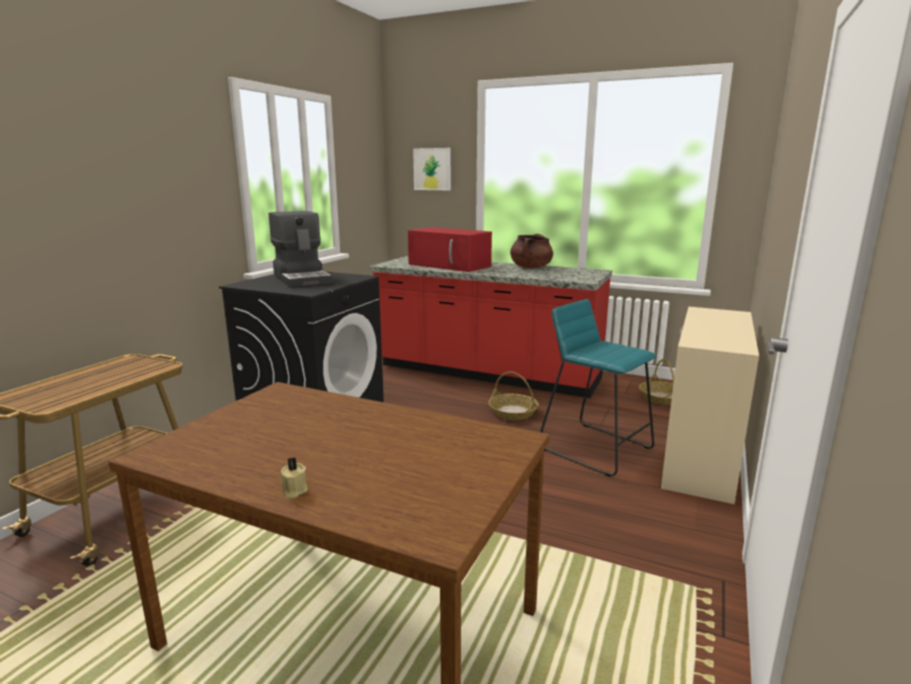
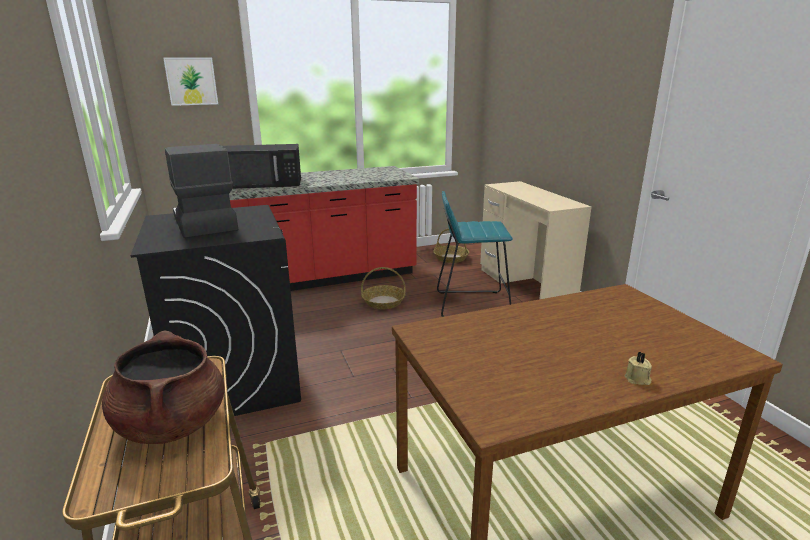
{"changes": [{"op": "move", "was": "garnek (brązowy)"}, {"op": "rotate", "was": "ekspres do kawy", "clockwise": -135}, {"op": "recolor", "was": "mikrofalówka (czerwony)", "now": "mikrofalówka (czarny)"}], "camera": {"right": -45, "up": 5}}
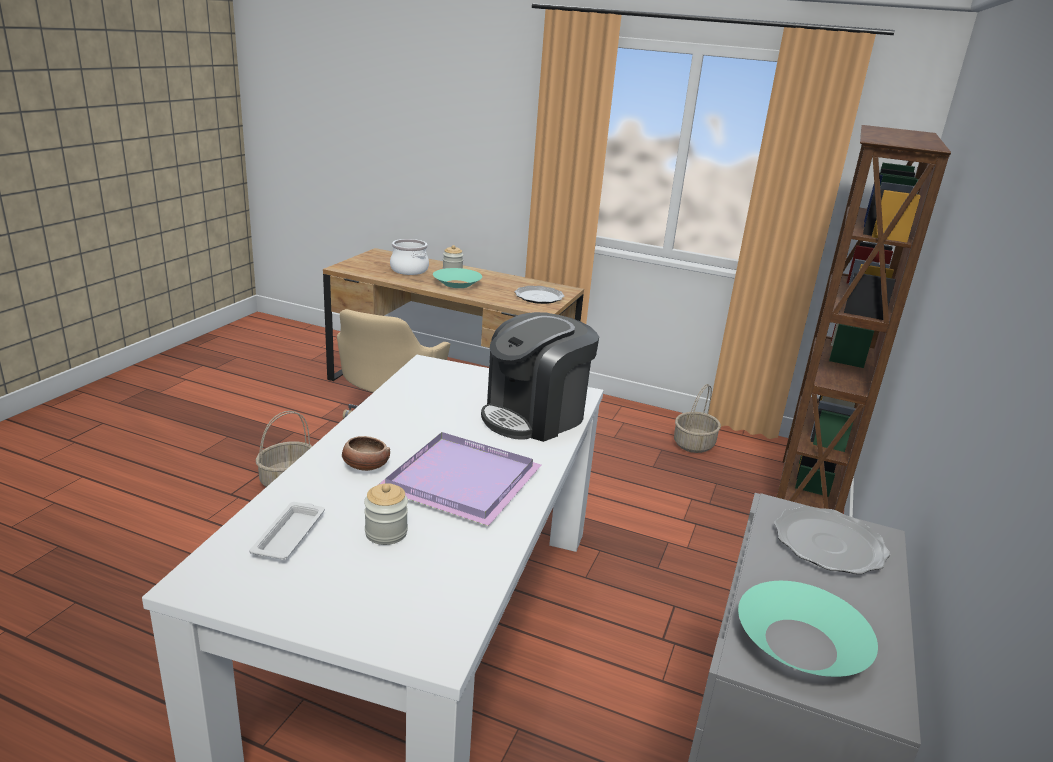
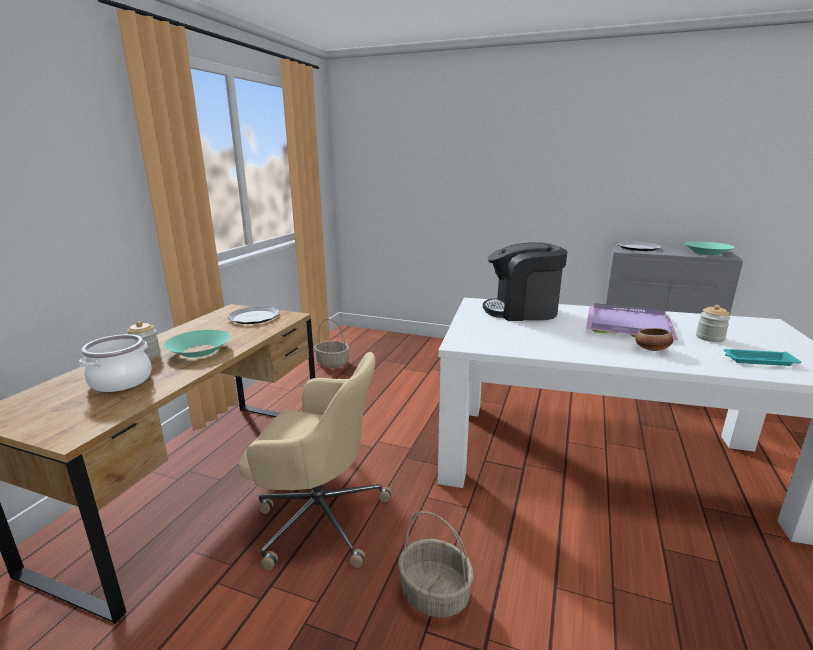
{"changes": [{"op": "rotate", "was": "ekspres do kawy", "clockwise": 135}, {"op": "recolor", "was": "taca (biały)", "now": "taca (turkusowy)"}, {"op": "delete", "was": "regał (brązowy)"}], "camera": {"right": -90, "up": -5}}
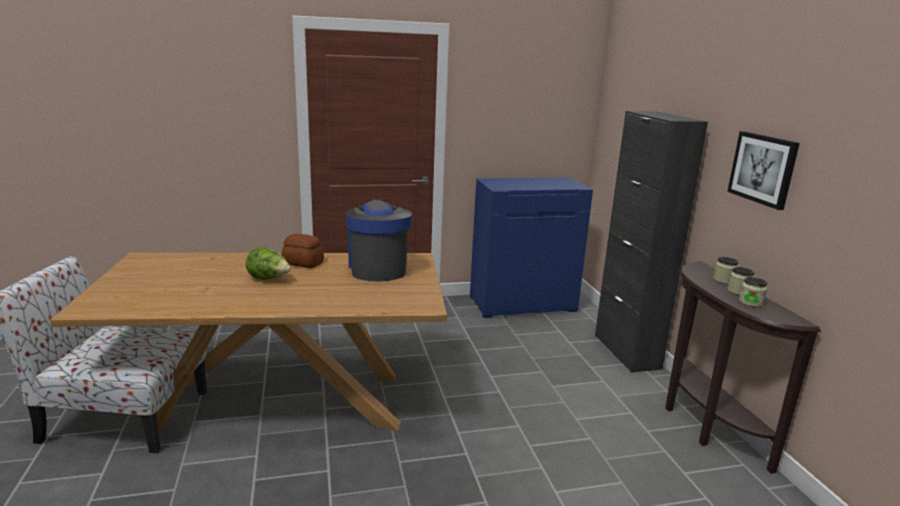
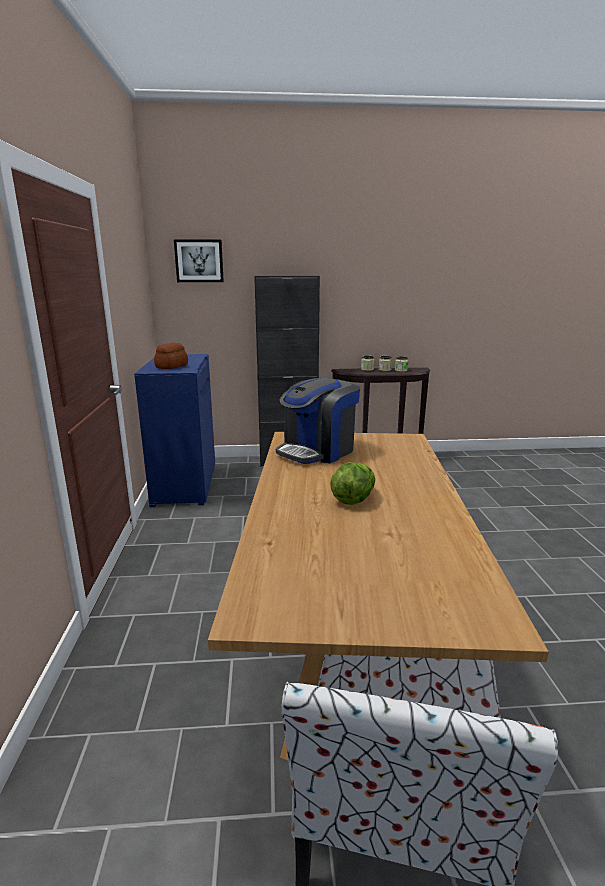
{"changes": [{"op": "move", "was": "chleb"}, {"op": "move", "was": "obraz"}, {"op": "rotate", "was": "ekspres do kawy", "clockwise": -45}], "camera": {"right": -80, "up": 0}}
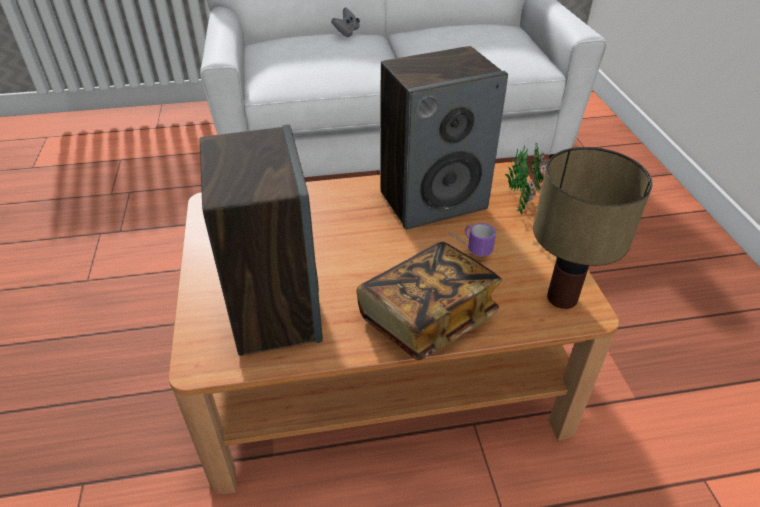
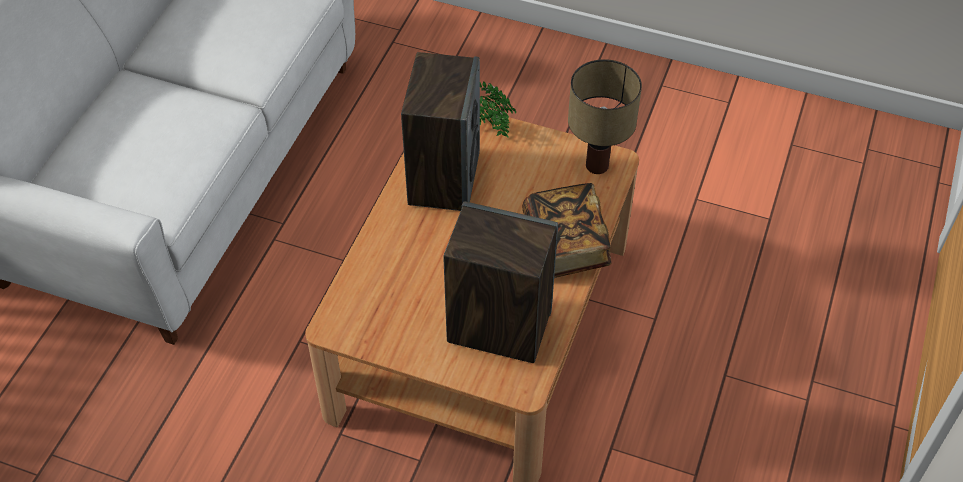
{"changes": [{"op": "delete", "was": "pad do gier (szary)"}, {"op": "delete", "was": "kubek"}], "camera": {"right": -60, "up": 10}}
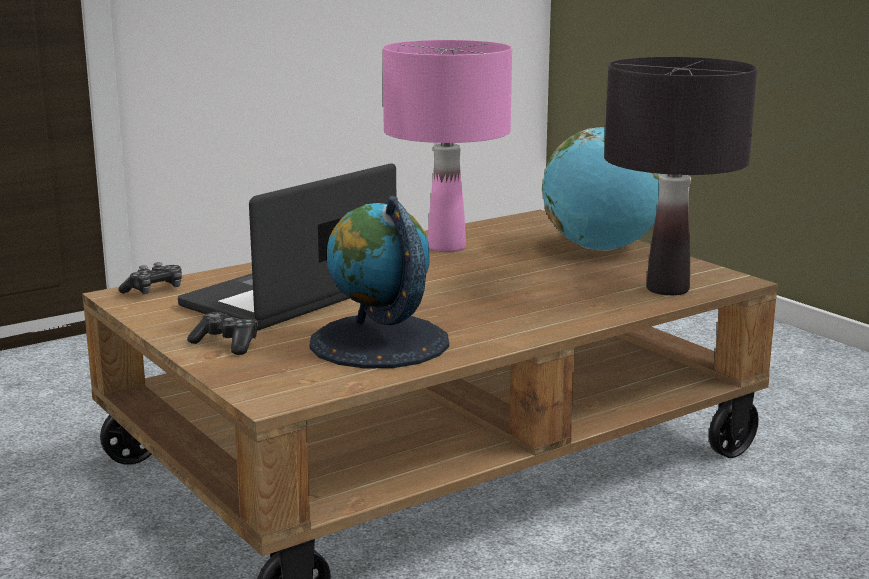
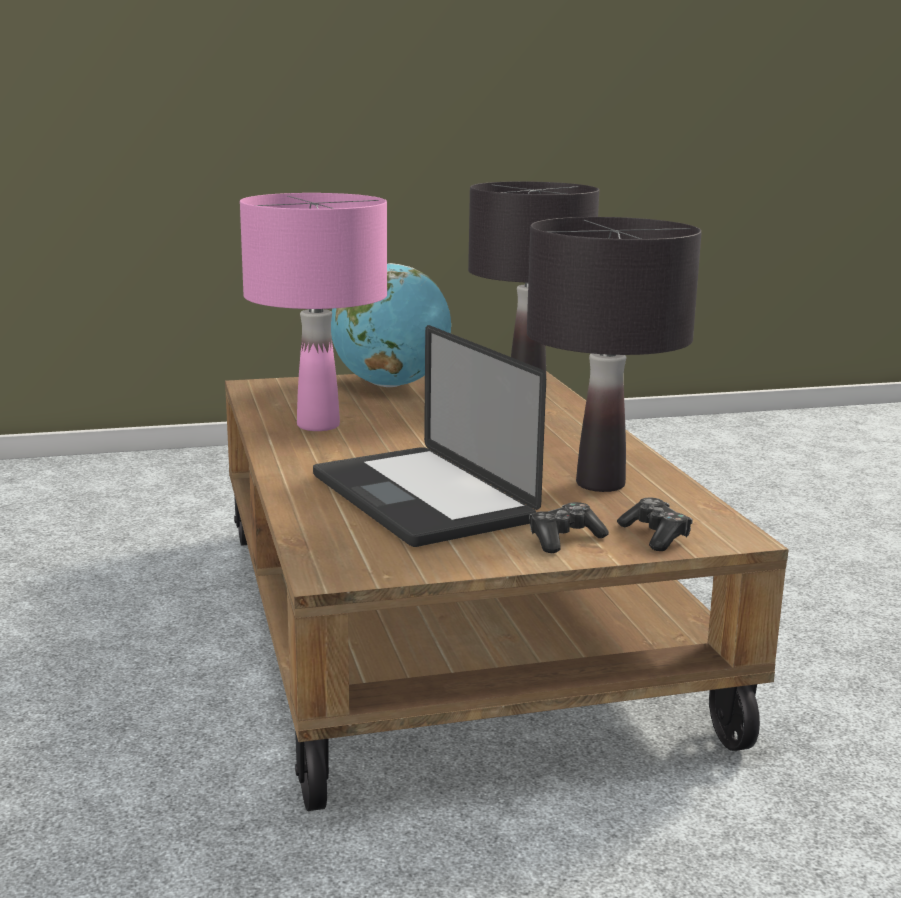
{"changes": [{"op": "replace", "was": "globus (1st from left)", "now": "lampa stołowa (czarny) (2nd from left)"}, {"op": "move", "was": "pad do gier (1st from left in the first image)", "now": "pad do gier (2nd from left)"}], "camera": {"right": -70, "up": 0}}
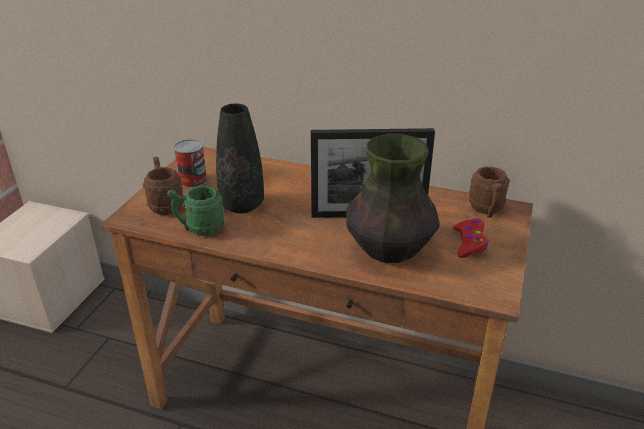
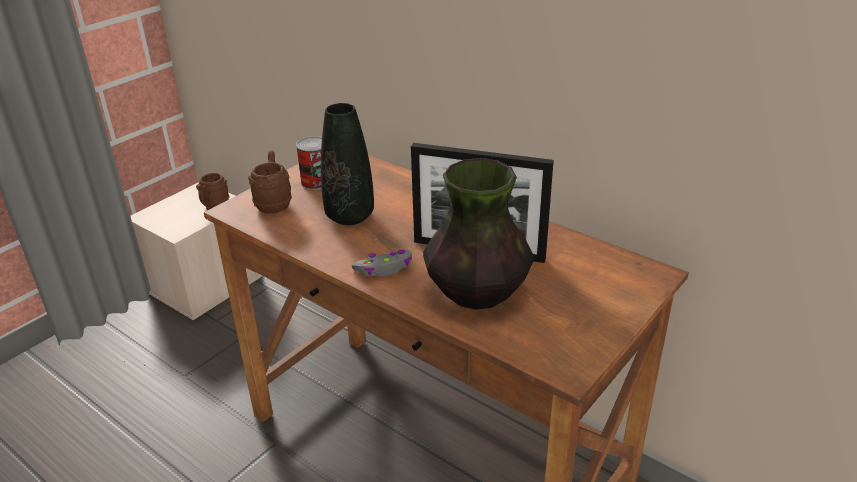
{"changes": [{"op": "move", "was": "kubek (brązowy) (2nd from left in the first image)", "now": "kubek (brązowy) (1st from left)"}, {"op": "insert", "now": "pad do gier (szary)"}, {"op": "delete", "was": "kubek (zielony)"}, {"op": "delete", "was": "pad do gier (czerwony)"}], "camera": {"right": 20, "up": 0}}
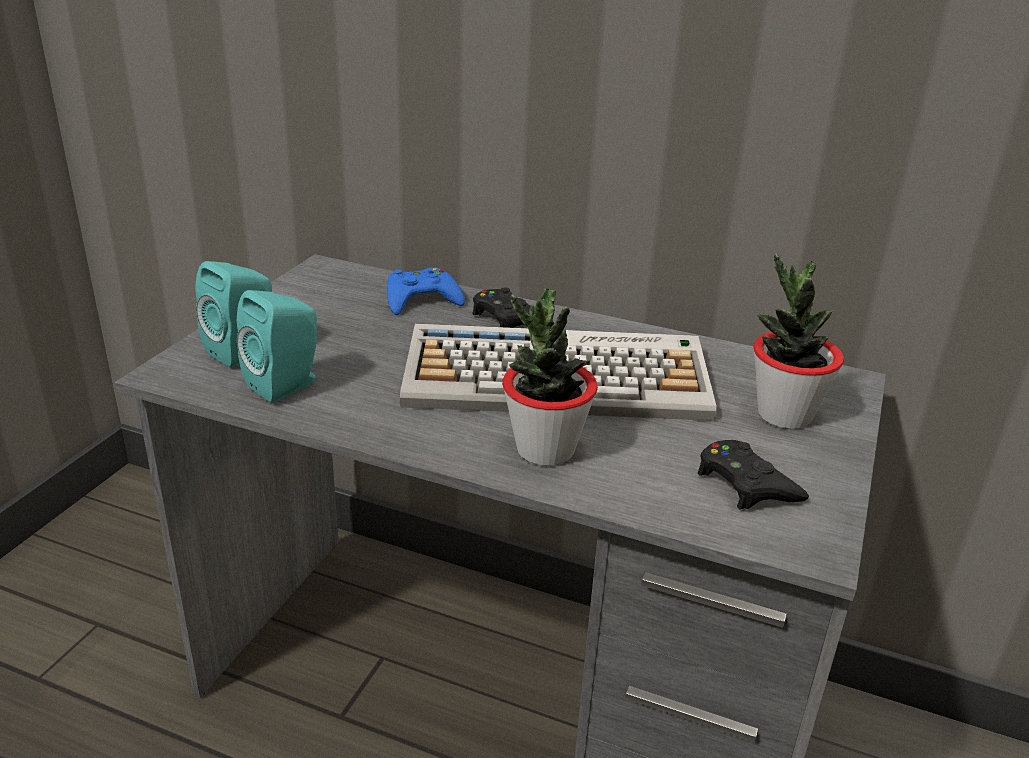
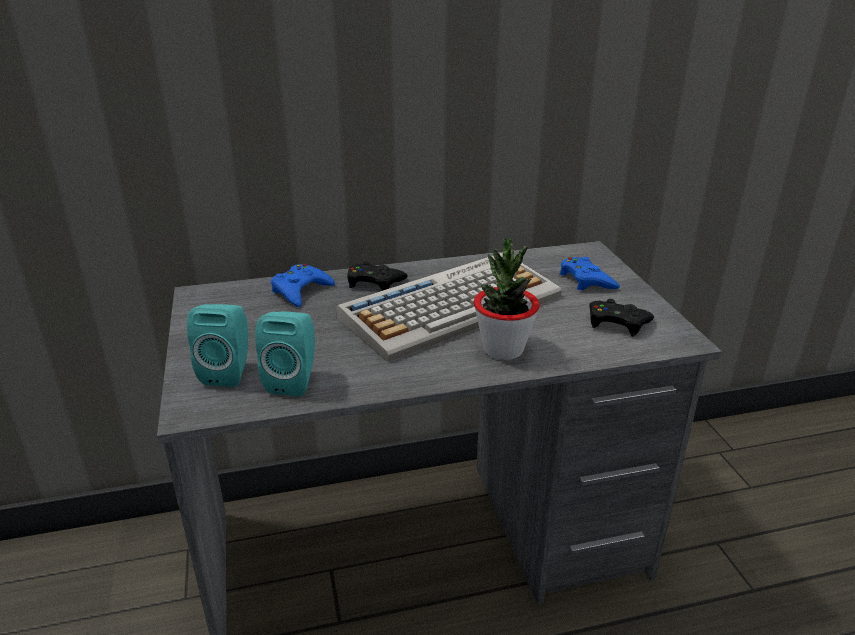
{"changes": [{"op": "replace", "was": "roślina doniczkowa (2nd from left)", "now": "pad do gier (niebieski) (2nd from left)"}], "camera": {"right": -35, "up": 0}}
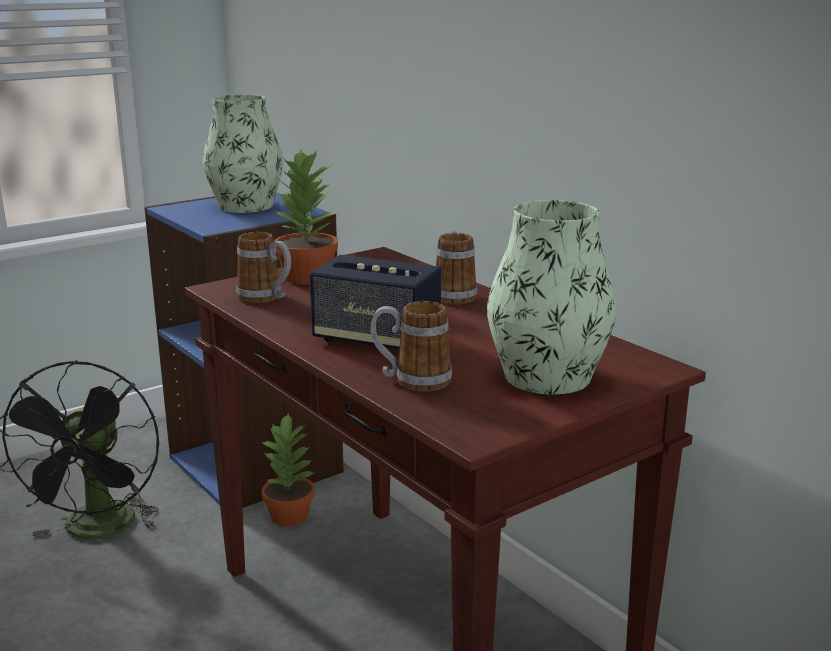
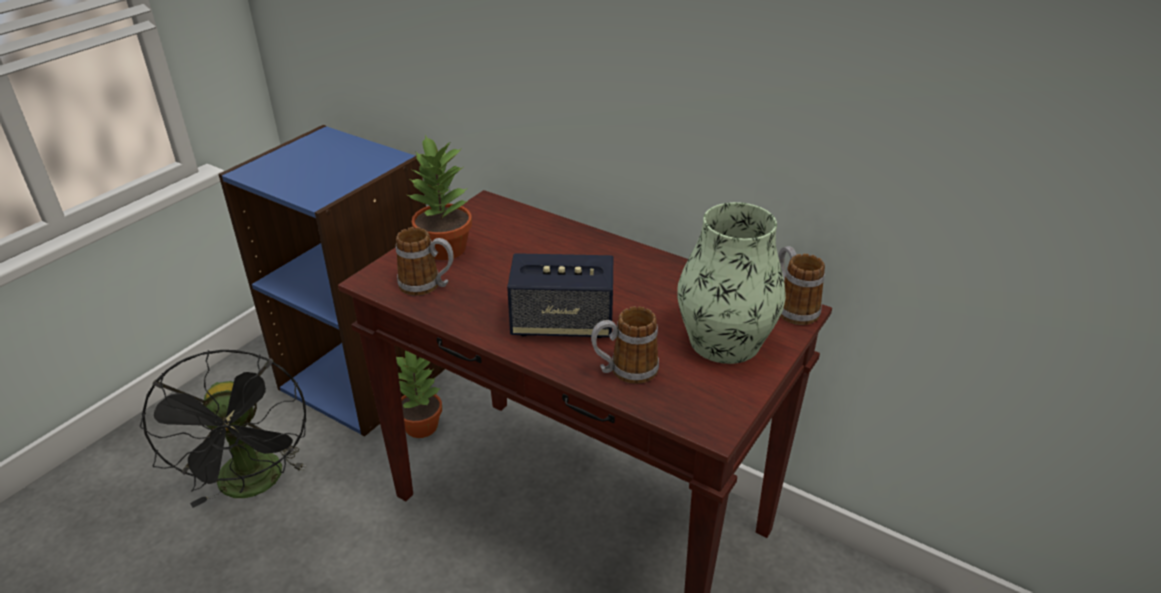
{"changes": [{"op": "move", "was": "kubek (3rd from left)"}, {"op": "delete", "was": "wazon (1st from left)"}], "camera": {"right": -20, "up": 15}}
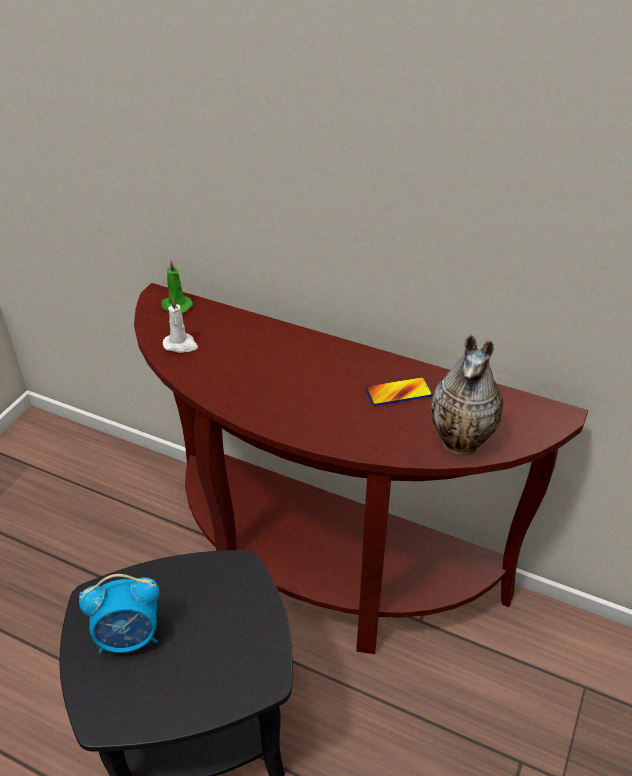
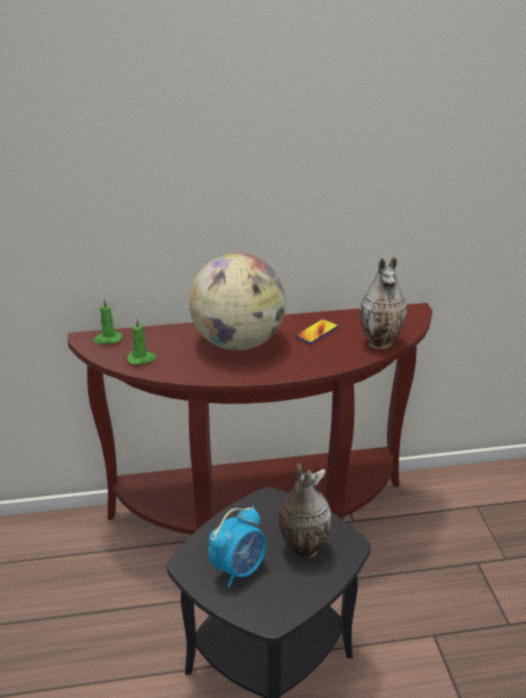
{"changes": [{"op": "recolor", "was": "świeca (biały)", "now": "świeca (zielony) (2nd from left)"}, {"op": "insert", "now": "globus"}, {"op": "insert", "now": "wazon (1st from left)"}], "camera": {"right": -35, "up": -10}}
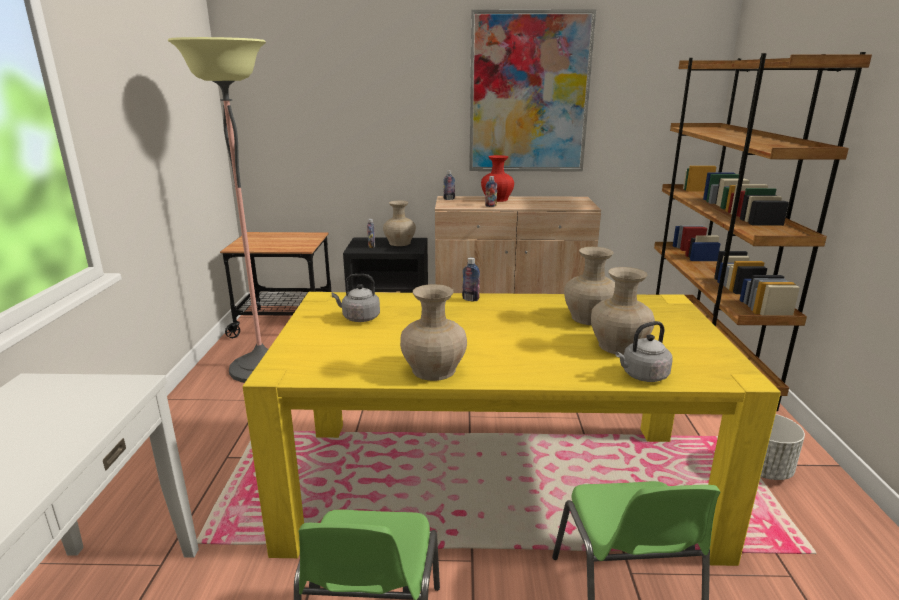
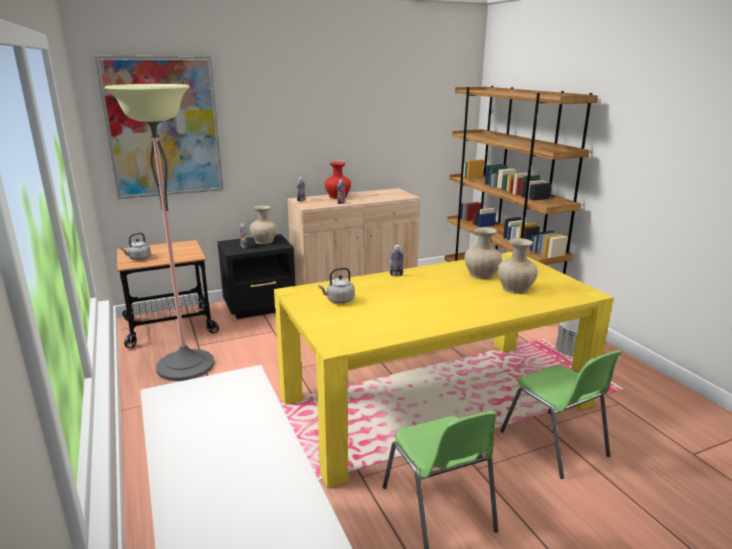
{"changes": [{"op": "move", "was": "obraz"}, {"op": "move", "was": "czajnik (szary) (2nd from left in the first image)", "now": "czajnik (szary) (1st from left)"}, {"op": "delete", "was": "wazon (beżowy) (2nd from left)"}], "camera": {"right": -25, "up": 0}}
